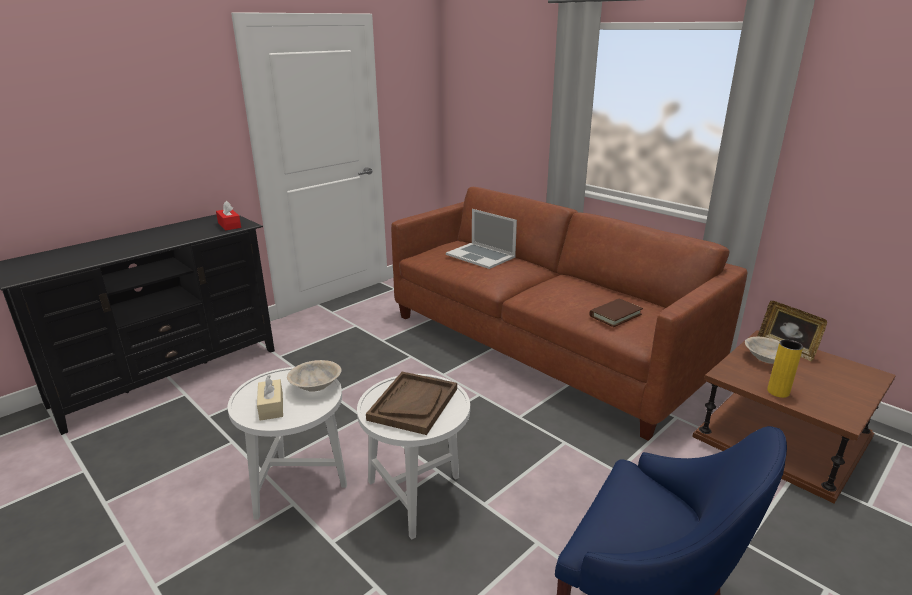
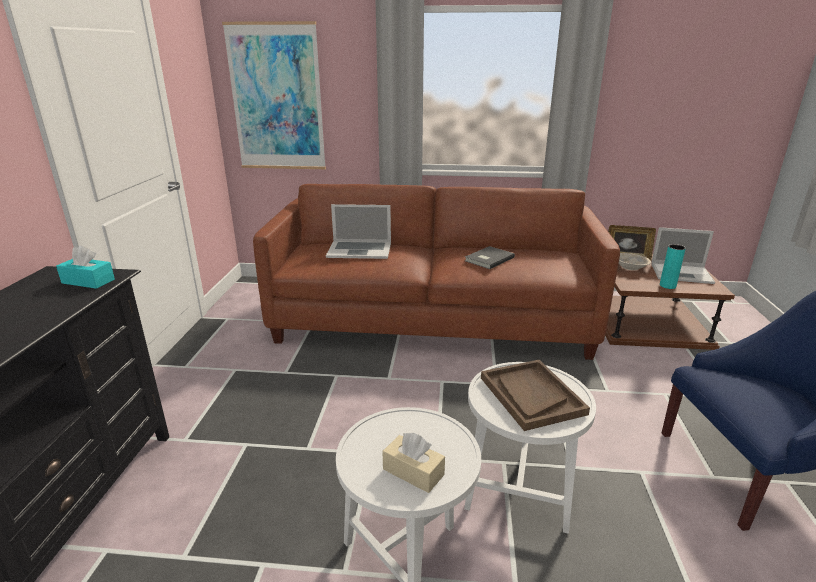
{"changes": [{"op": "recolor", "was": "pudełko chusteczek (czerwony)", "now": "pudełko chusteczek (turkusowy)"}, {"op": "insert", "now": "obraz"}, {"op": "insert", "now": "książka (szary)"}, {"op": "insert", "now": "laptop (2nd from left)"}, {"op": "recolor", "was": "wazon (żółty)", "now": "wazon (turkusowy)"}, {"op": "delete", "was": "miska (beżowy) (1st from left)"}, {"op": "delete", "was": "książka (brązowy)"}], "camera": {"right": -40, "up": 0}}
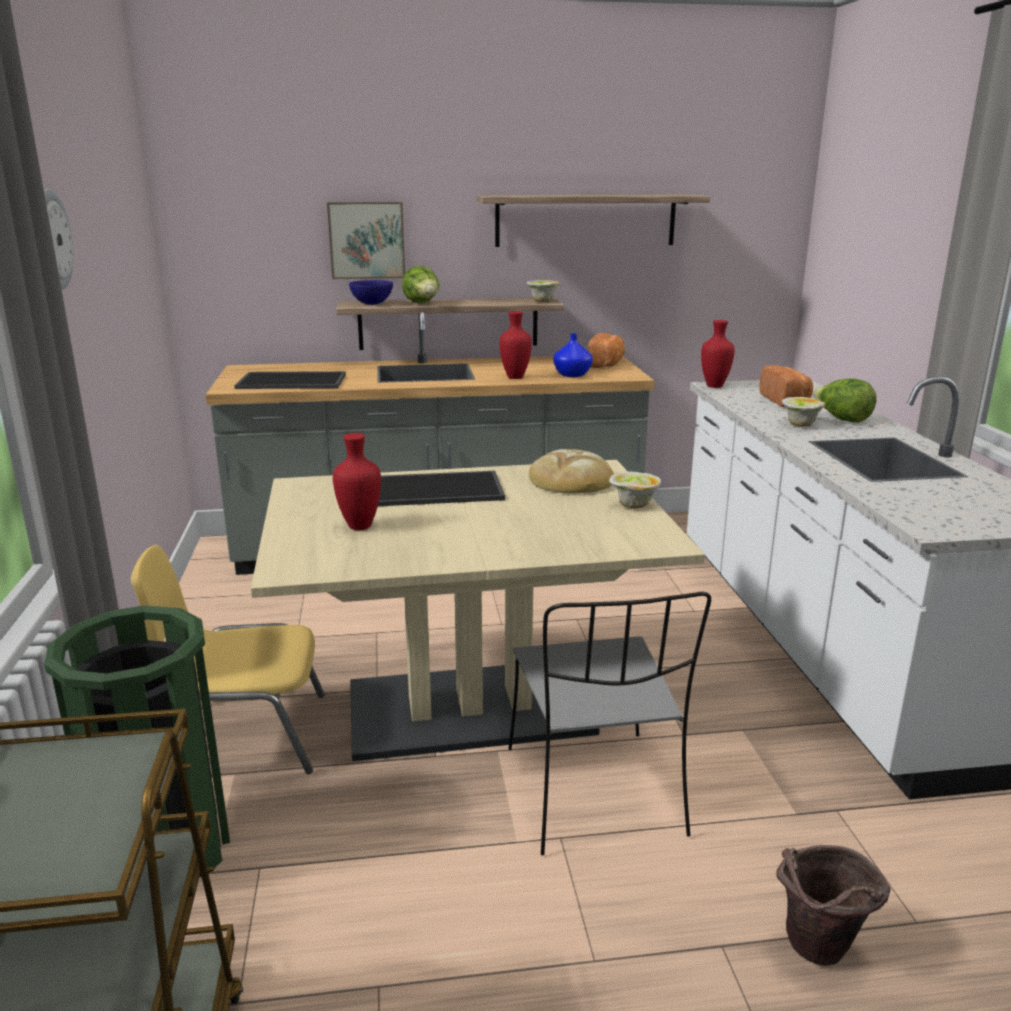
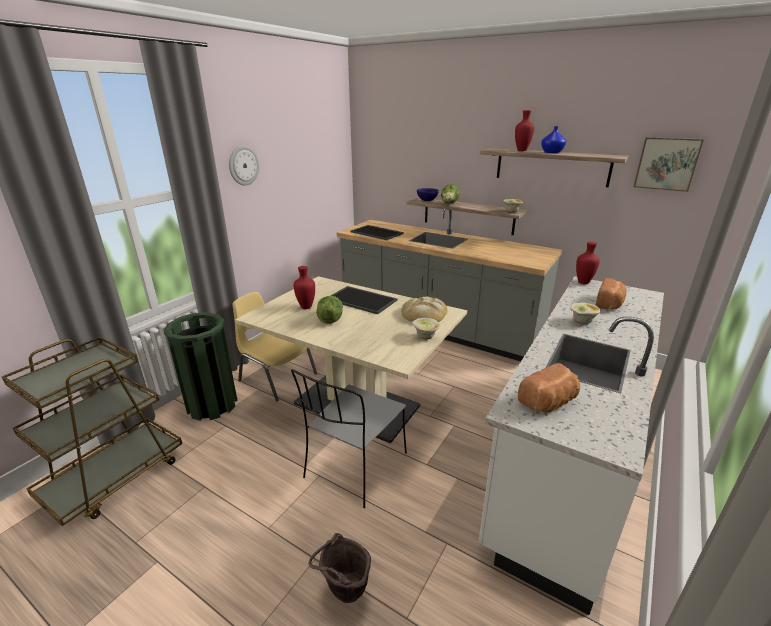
{"changes": [{"op": "move", "was": "sałata (2nd from left in the first image)", "now": "sałata (1st from left)"}, {"op": "move", "was": "wazon (czerwony) (2nd from left)"}, {"op": "move", "was": "chleb (2nd from left)"}, {"op": "move", "was": "wazon (niebieski)"}, {"op": "move", "was": "obraz"}], "camera": {"right": 40, "up": 5}}
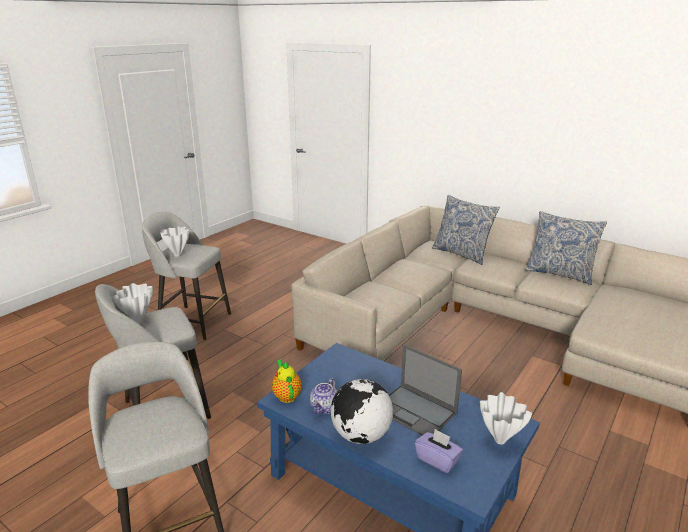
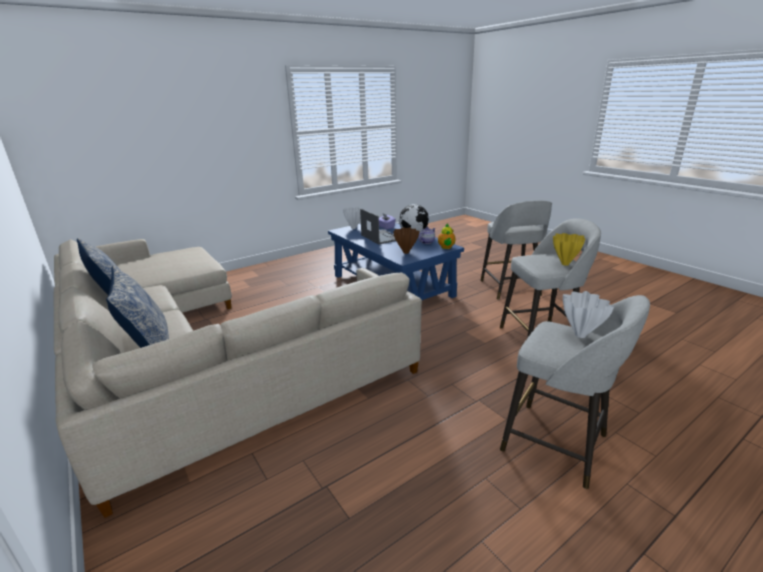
{"changes": [{"op": "insert", "now": "wazon (brązowy)"}, {"op": "recolor", "was": "wazon (biały) (1st from left)", "now": "wazon (żółty)"}], "camera": {"right": -160, "up": 0}}
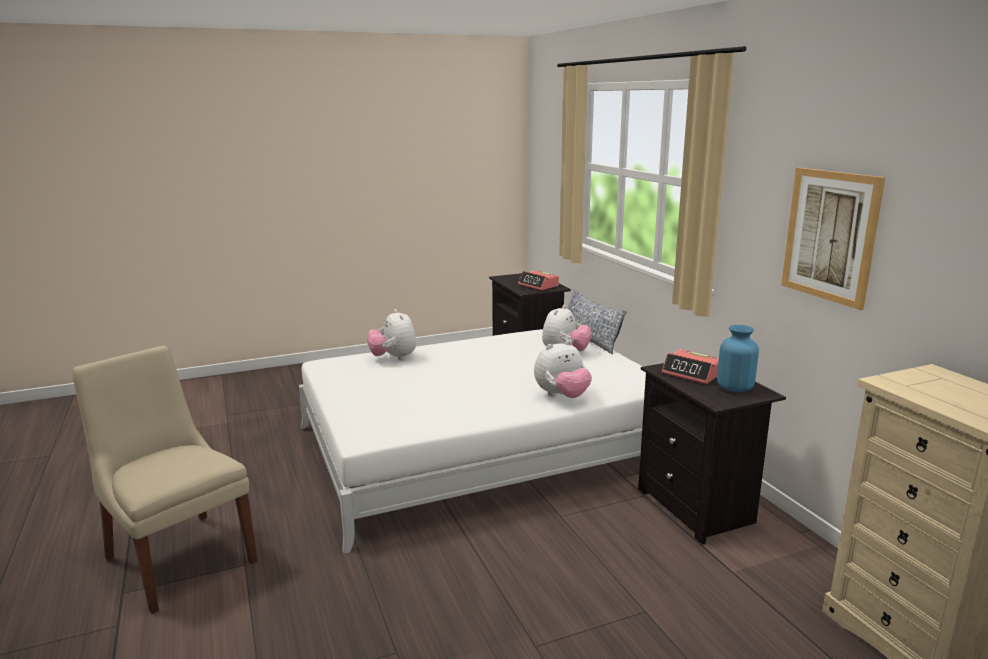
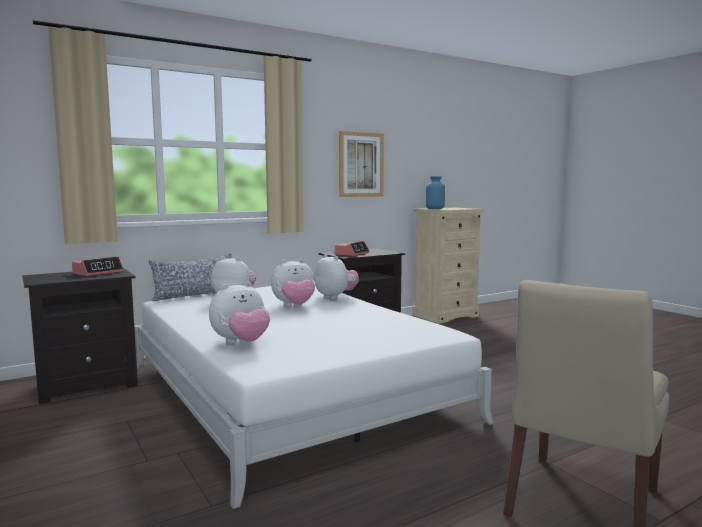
{"changes": [{"op": "insert", "now": "pluszak (3rd from left)"}, {"op": "move", "was": "wazon (niebieski)"}], "camera": {"right": -100, "up": -10}}
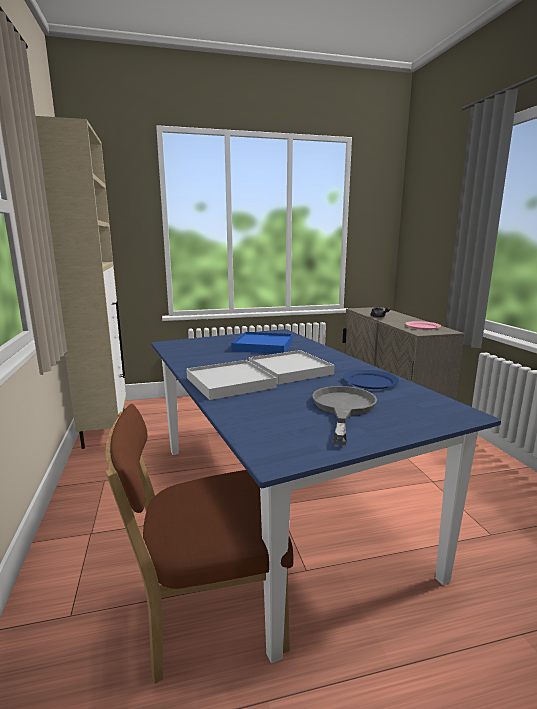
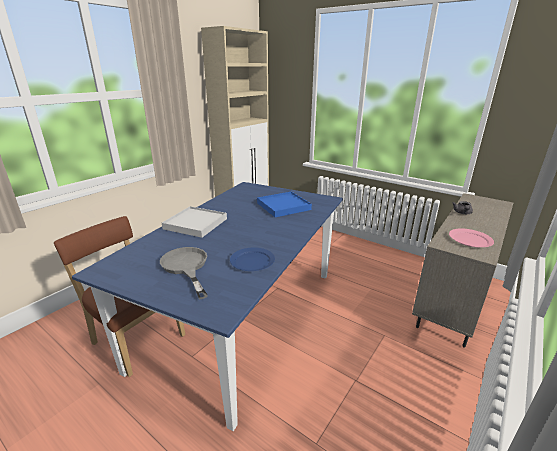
{"changes": [{"op": "rotate", "was": "patelnia (szary)", "clockwise": -90}, {"op": "delete", "was": "taca (biały) (2nd from left)"}], "camera": {"right": 50, "up": 10}}
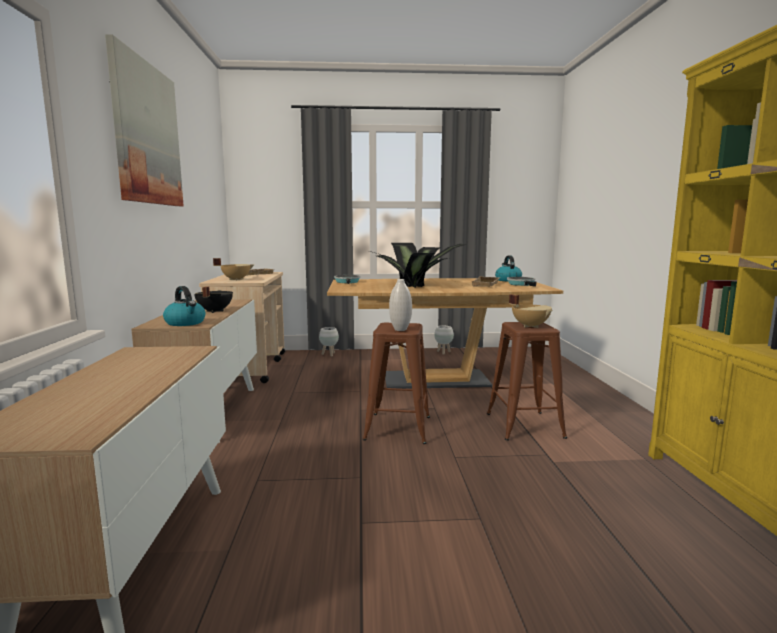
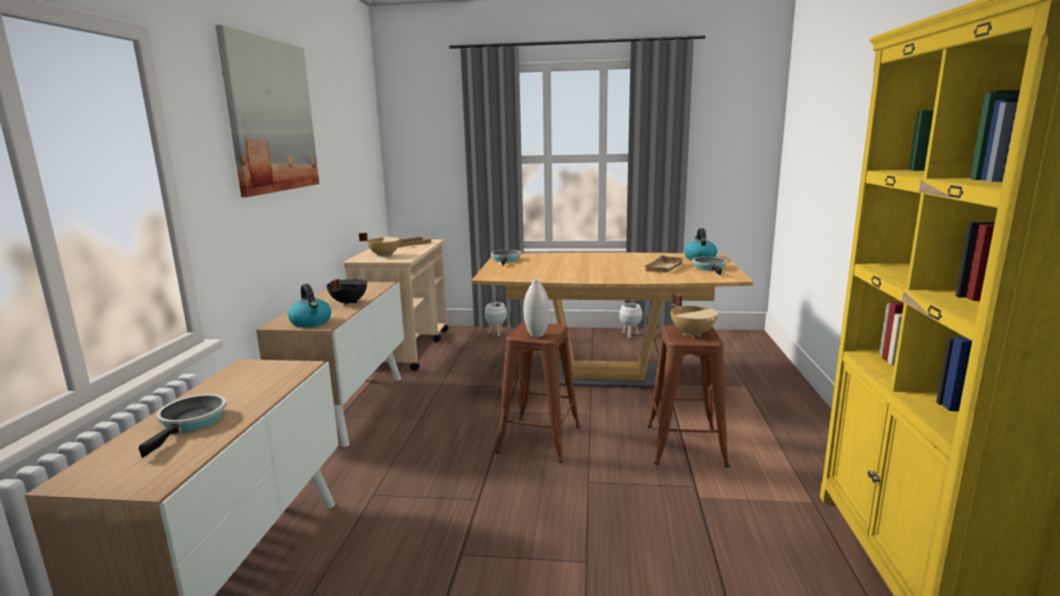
{"changes": [{"op": "insert", "now": "patelnia (1st from left)"}, {"op": "delete", "was": "roślina doniczkowa"}], "camera": {"right": 10, "up": 5}}
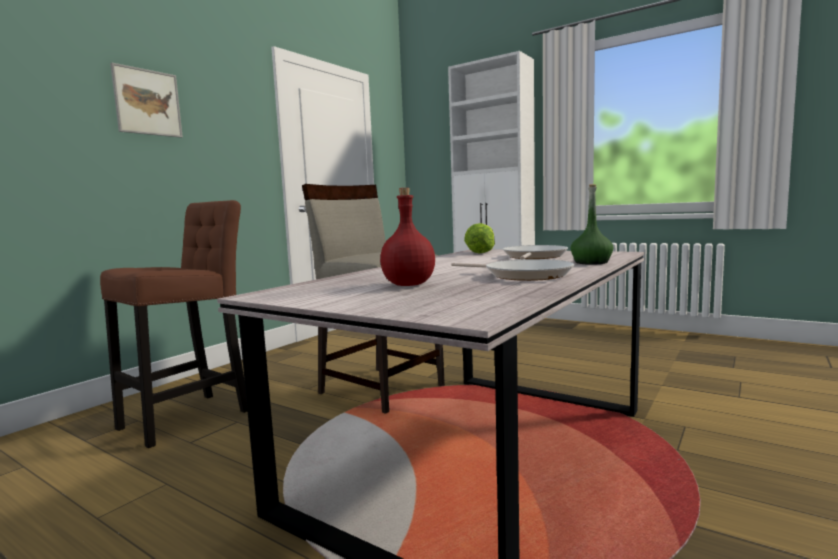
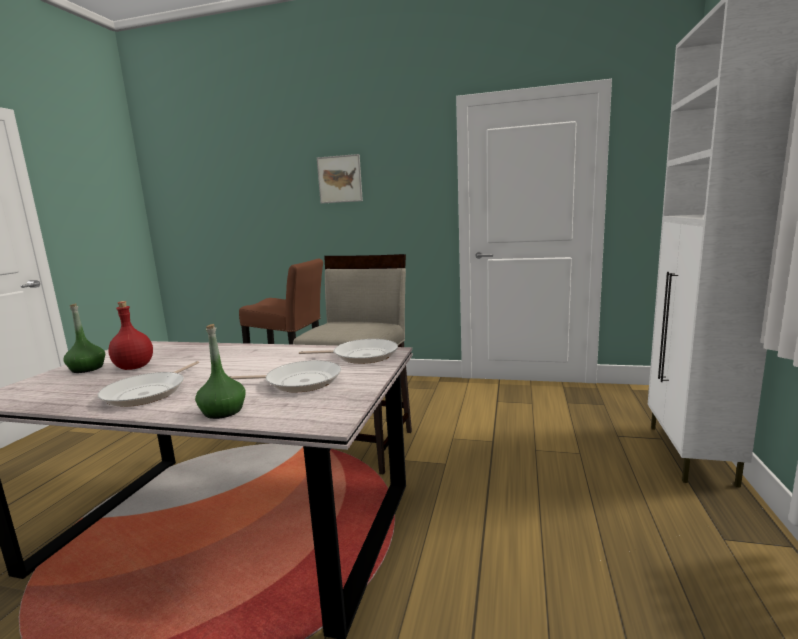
{"changes": [{"op": "insert", "now": "butelka (zielony) (1st from left)"}, {"op": "replace", "was": "sałata", "now": "patelnia (3rd from left)"}], "camera": {"right": 70, "up": 5}}
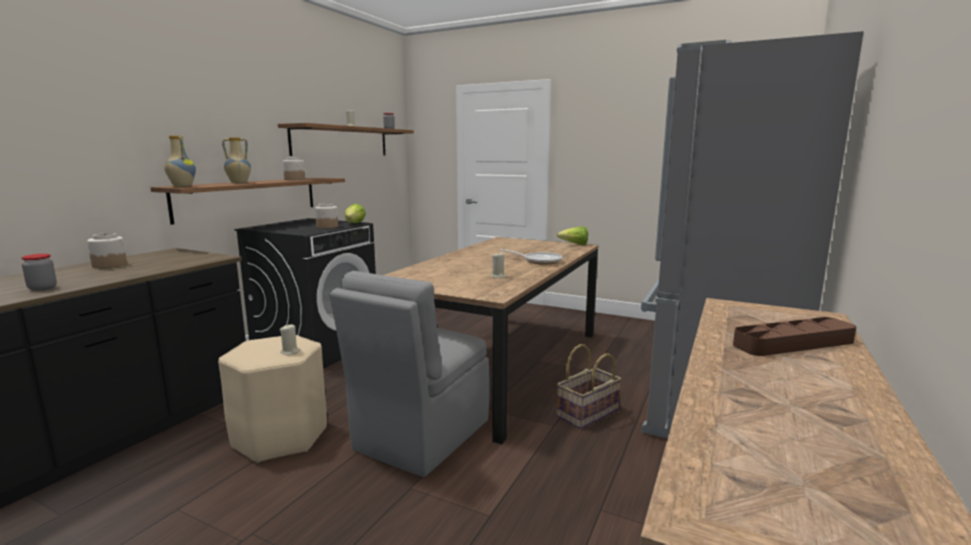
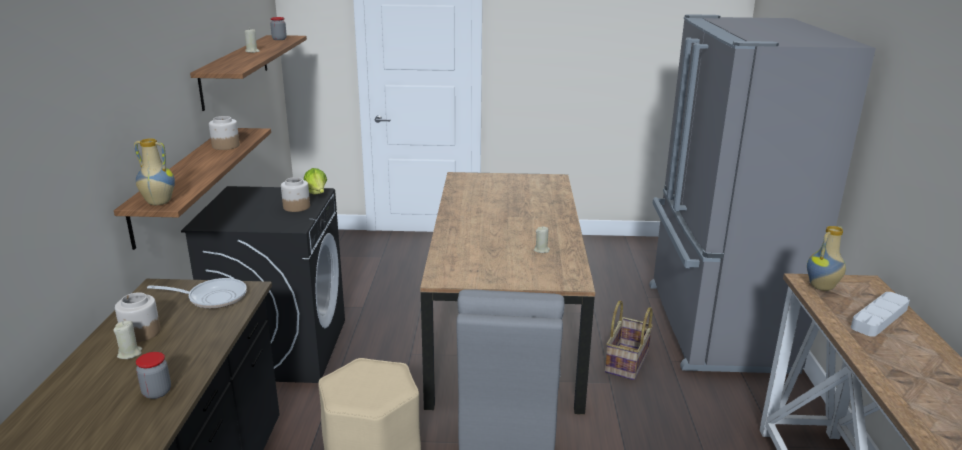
{"changes": [{"op": "move", "was": "świeca (beżowy) (1st from left)"}, {"op": "move", "was": "patelnia"}, {"op": "move", "was": "wazon (2nd from left)"}, {"op": "recolor", "was": "taca (brązowy)", "now": "taca (szary)"}, {"op": "delete", "was": "sałata (2nd from left)"}], "camera": {"right": -25, "up": 10}}
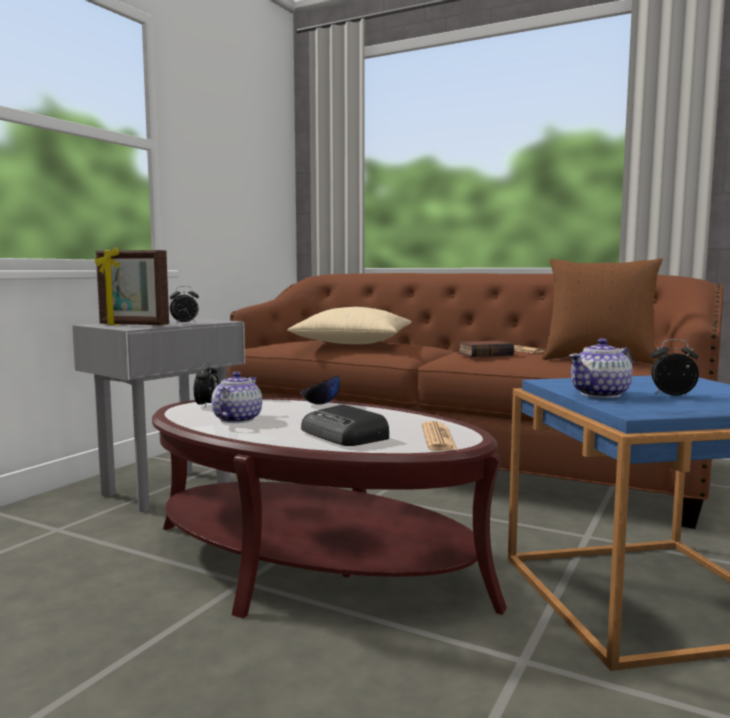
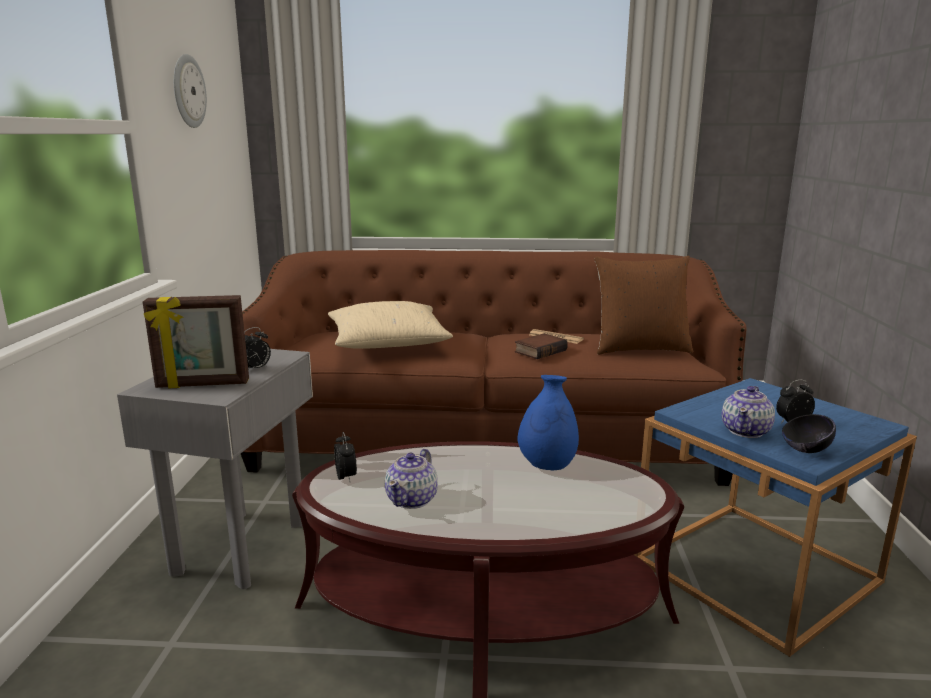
{"changes": [{"op": "insert", "now": "zegar ścienny"}, {"op": "rotate", "was": "imbryk (1st from left)", "clockwise": -150}, {"op": "insert", "now": "wazon (niebieski)"}, {"op": "move", "was": "miska (czarny)"}, {"op": "delete", "was": "radio"}, {"op": "delete", "was": "gazeta (1st from left)"}], "camera": {"right": -25, "up": 10}}
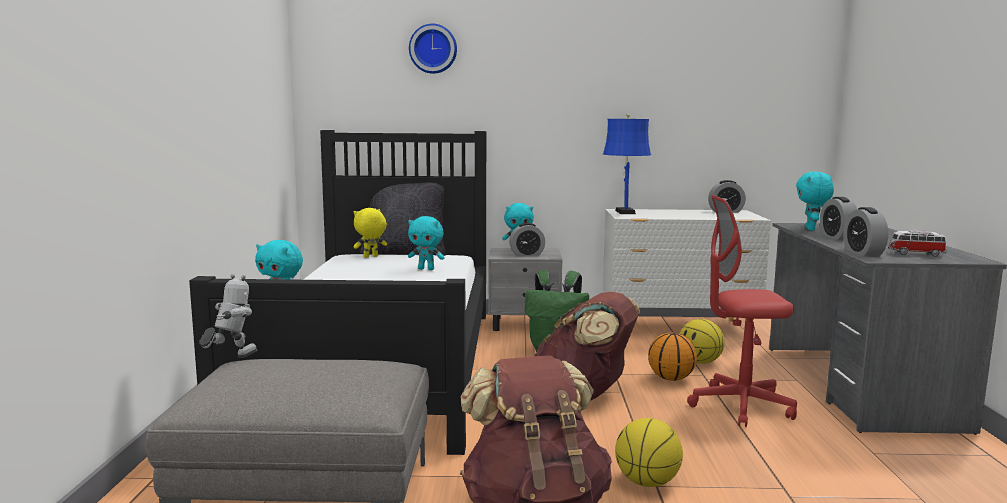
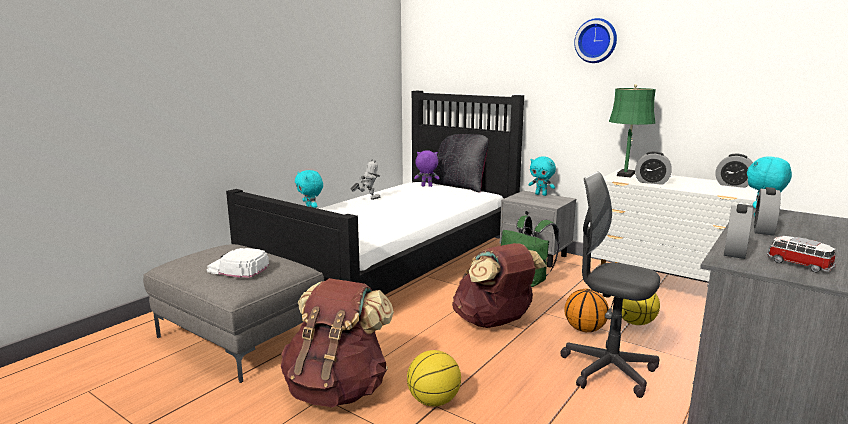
{"changes": [{"op": "insert", "now": "czapka z daszkiem (biały)"}, {"op": "move", "was": "robot zabawkowy"}, {"op": "recolor", "was": "pluszak (żółty)", "now": "pluszak (fioletowy)"}, {"op": "recolor", "was": "krzesło biurowe (czerwony)", "now": "krzesło biurowe (szary)"}, {"op": "move", "was": "zegar ścienny"}, {"op": "recolor", "was": "lampa stołowa (niebieski)", "now": "lampa stołowa (zielony)"}, {"op": "move", "was": "budzik (1st from left)"}, {"op": "delete", "was": "pluszak (turkusowy) (2nd from left)"}], "camera": {"right": 35, "up": 5}}
